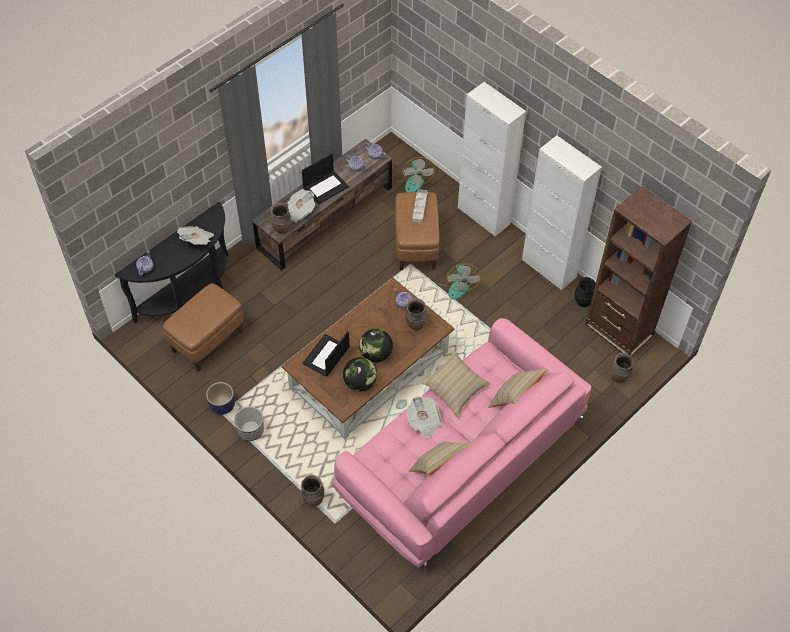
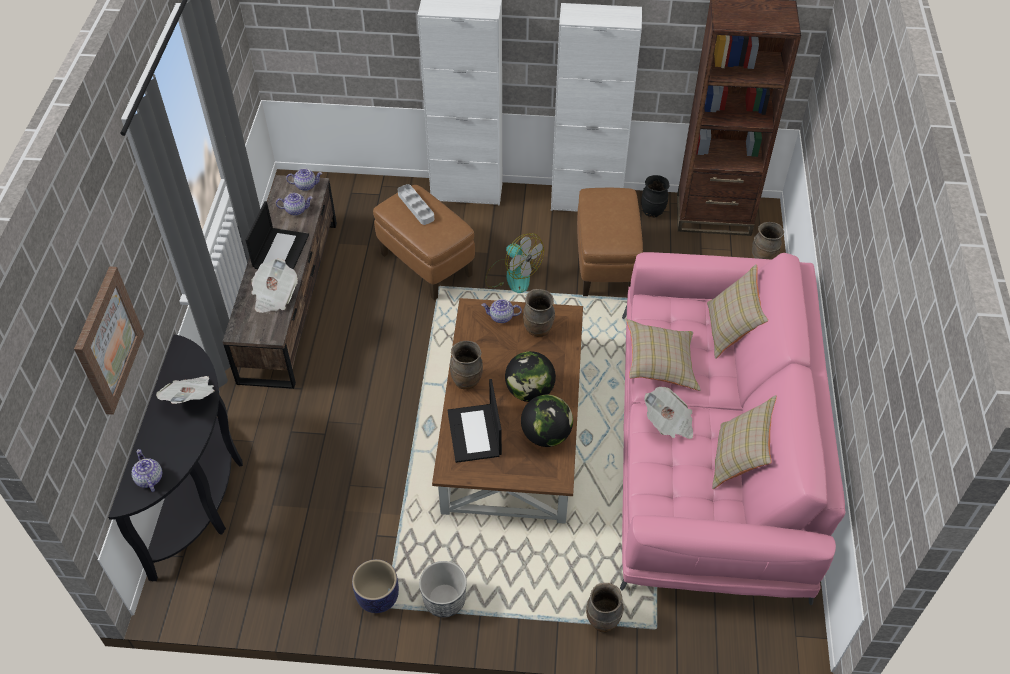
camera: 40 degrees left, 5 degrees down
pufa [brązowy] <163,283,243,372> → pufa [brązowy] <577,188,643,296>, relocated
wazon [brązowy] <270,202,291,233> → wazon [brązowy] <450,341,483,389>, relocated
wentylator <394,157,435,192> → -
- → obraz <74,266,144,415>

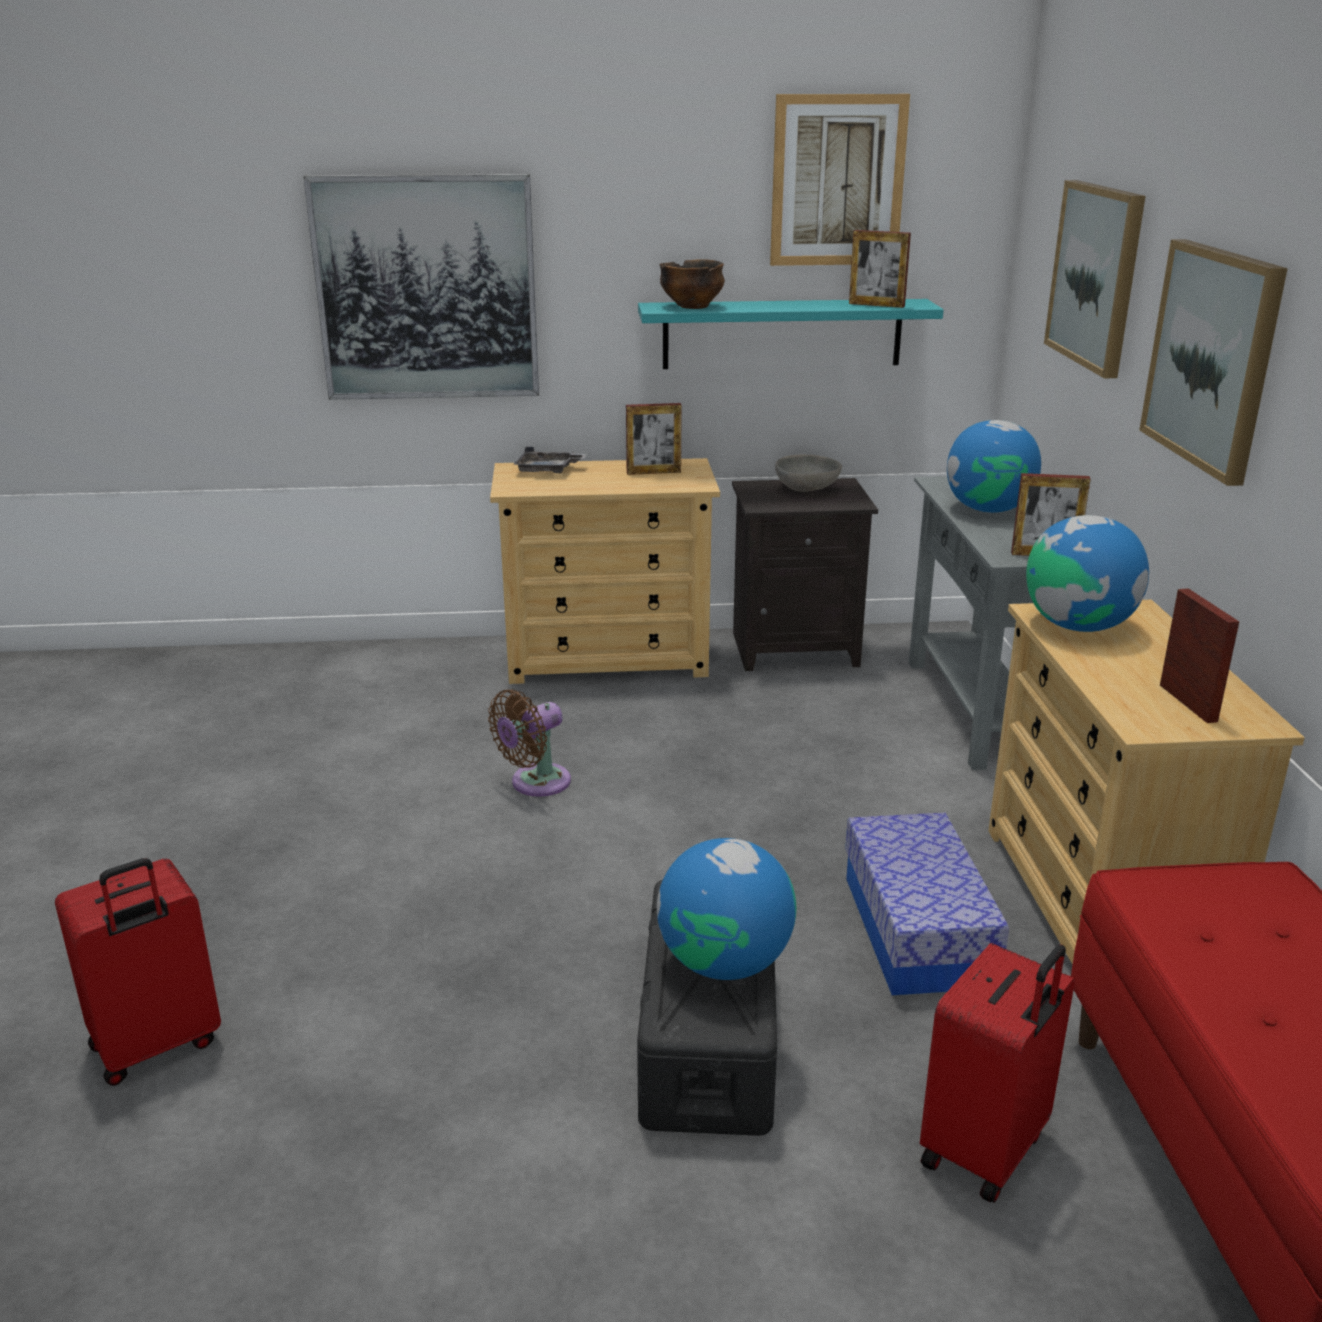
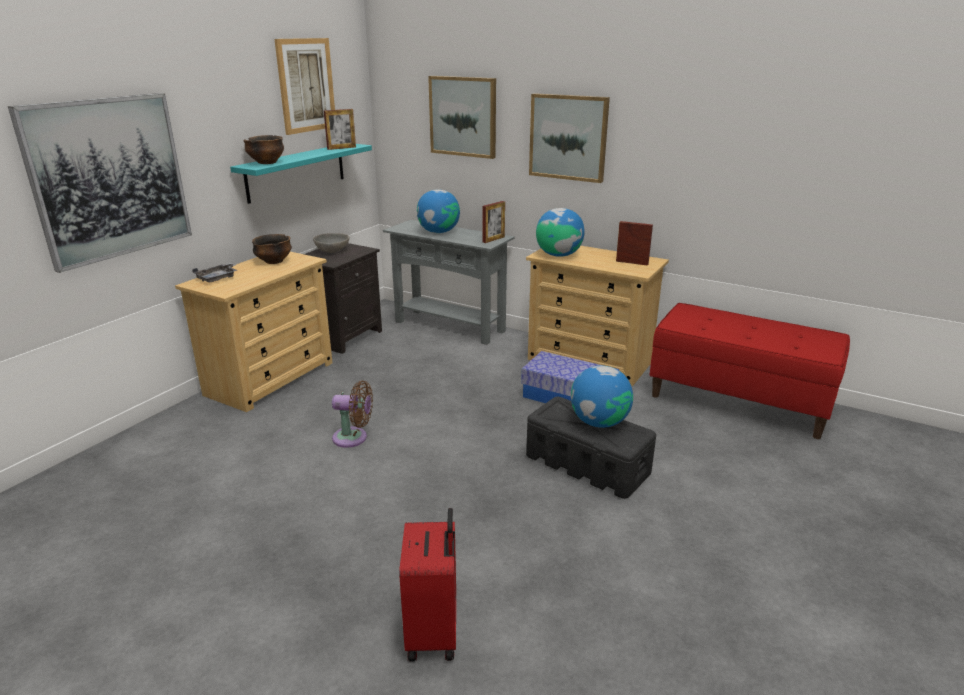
camera: 55 degrees left, 0 degrees up
wentylator [brązowy] <488,689,571,797> → wentylator [brązowy] <332,381,373,447>, 75 degrees counterclockwise
ramka na zdjęcie <626,403,682,475> → miska <252,234,292,264>
walizka [czerwony] <920,943,1075,1203> → -

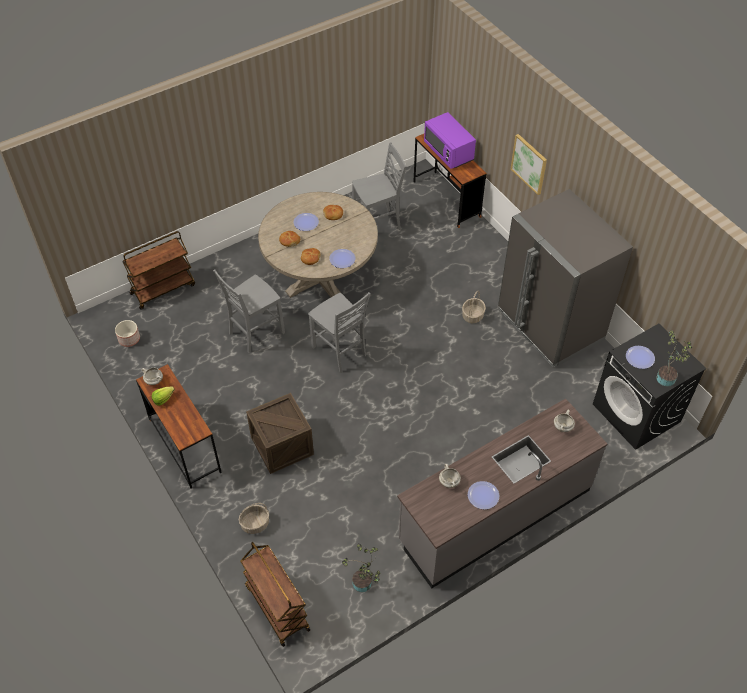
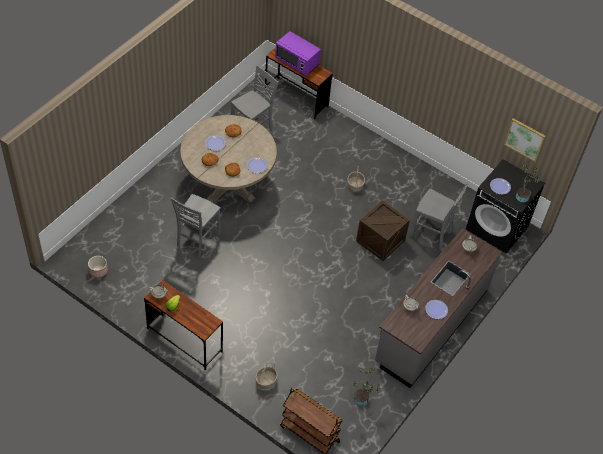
camera: 25 degrees left, 0 degrees up
wózek [brązowy] <122,231,195,310> → -
skrzynka <246,393,314,474> → skrzynka <356,200,410,261>, relocated
krzesło [szary] <308,292,370,373> → krzesło [szary] <410,183,469,249>, relocated
lodówka [szary] <498,189,633,367> → -
obraz <511,134,547,195> → obraz <504,118,546,162>, relocated

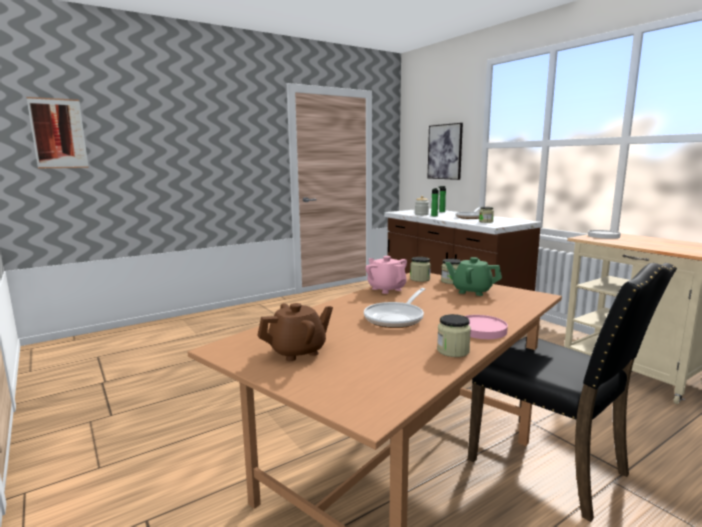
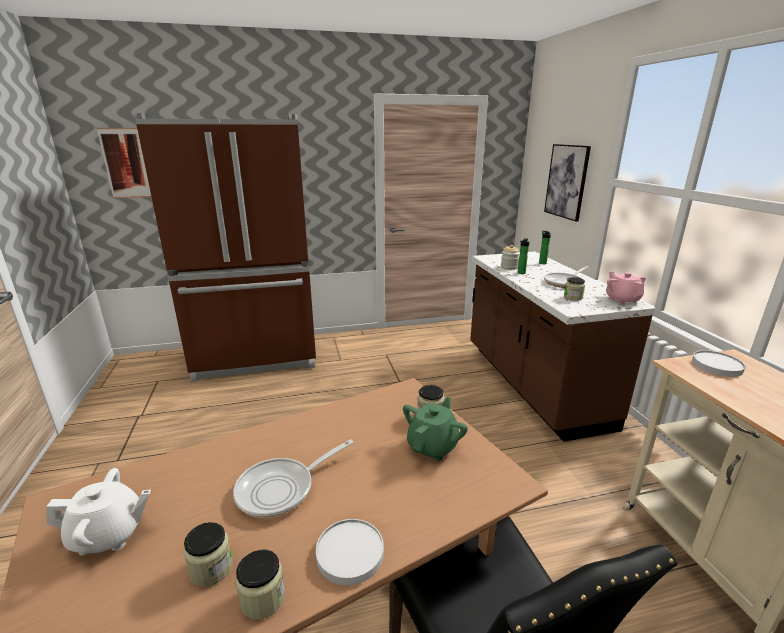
camera: 20 degrees right, 10 degrees up
imbryk [brązowy] <257,303,333,361> → imbryk [biały] <46,468,151,555>
imbryk [różowy] <366,256,407,294> → imbryk [różowy] <606,272,646,305>, relocated
słoik <410,257,431,282> → słoik <184,522,233,587>, relocated
imbryk [zielony] <445,257,502,296> → imbryk [zielony] <403,397,468,461>, 75 degrees clockwise
talerz [różowy] <465,315,508,339> → talerz [biały] <316,519,384,585>
- → lodówka [brązowy] <135,113,316,383>

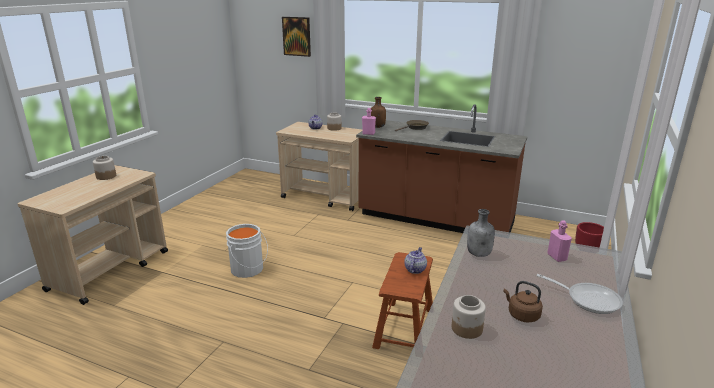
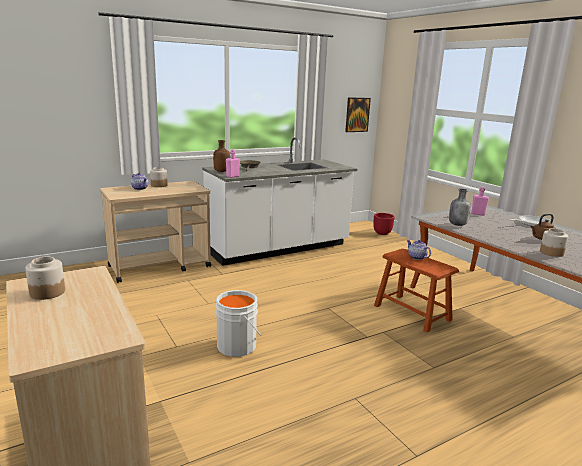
camera: 55 degrees left, 5 degrees down
obraz <282,17,311,57> → obraz <345,98,371,132>, relocated
zabudowa kuchenna [brązowy] <356,104,527,233> → zabudowa kuchenna [biały] <202,137,357,266>

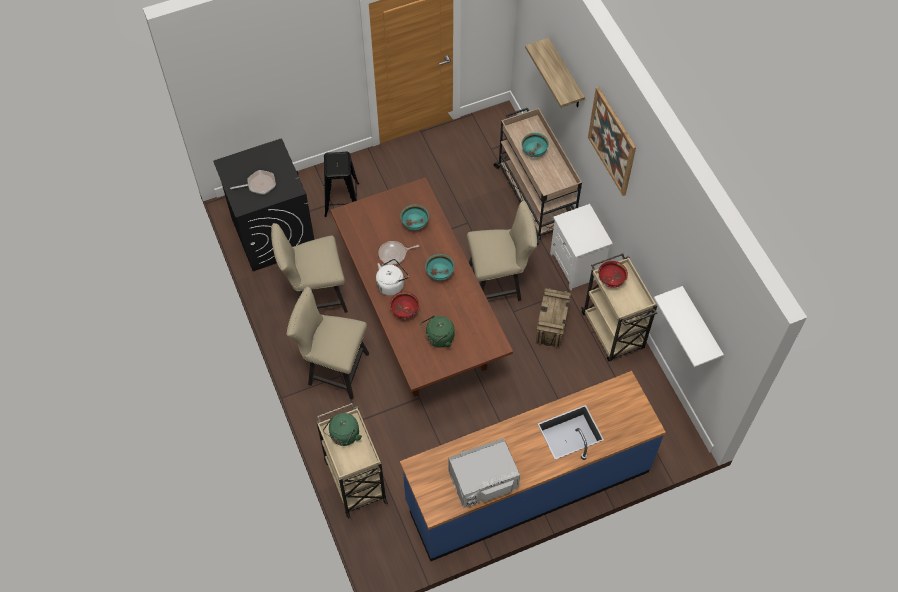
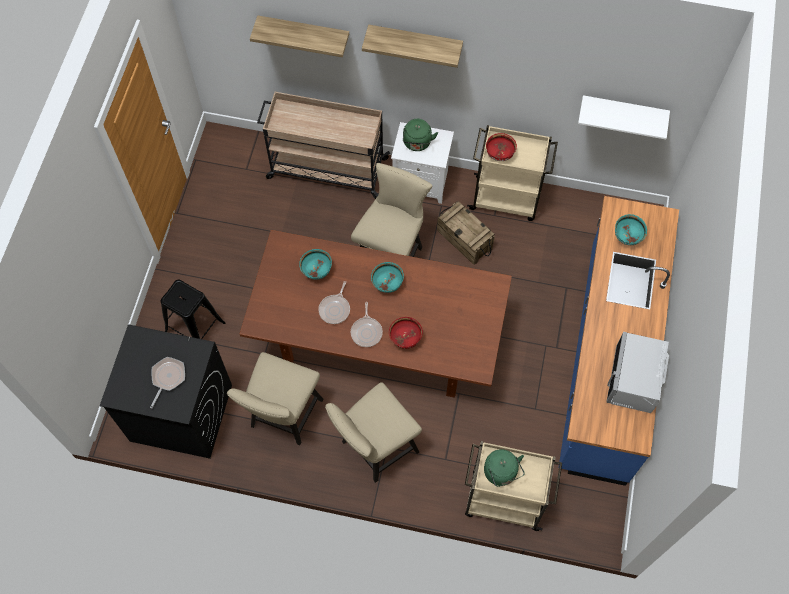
camera: 55 degrees left, 5 degrees up
czajnik [biały] <376,259,409,296> → patelnia <351,302,383,347>
czajnik [zielony] <421,315,454,348> → czajnik [zielony] <403,119,438,151>, relocated
miska [turkusowy] <521,133,549,157> → miska [turkusowy] <615,214,647,245>, relocated
obraz <588,87,636,196> → półka <362,25,463,68>

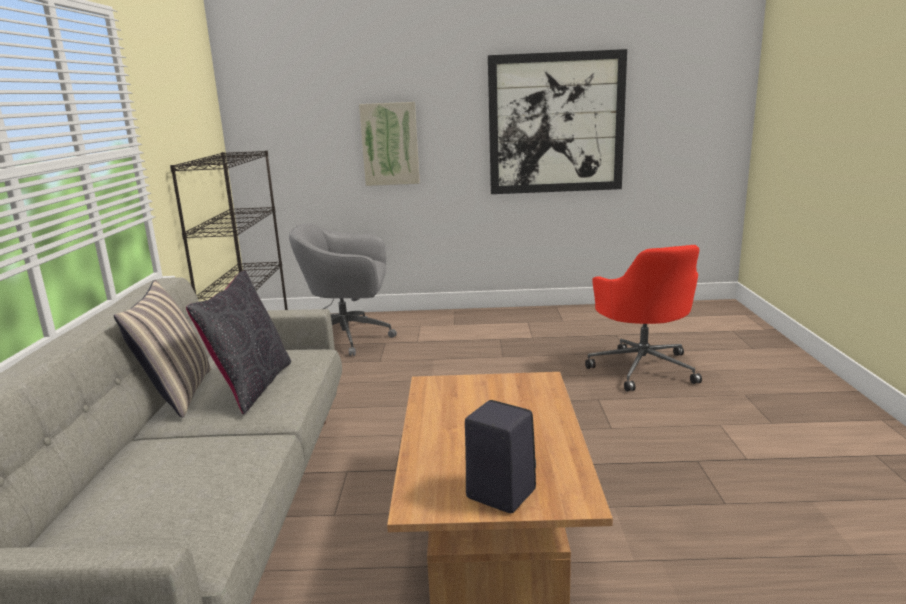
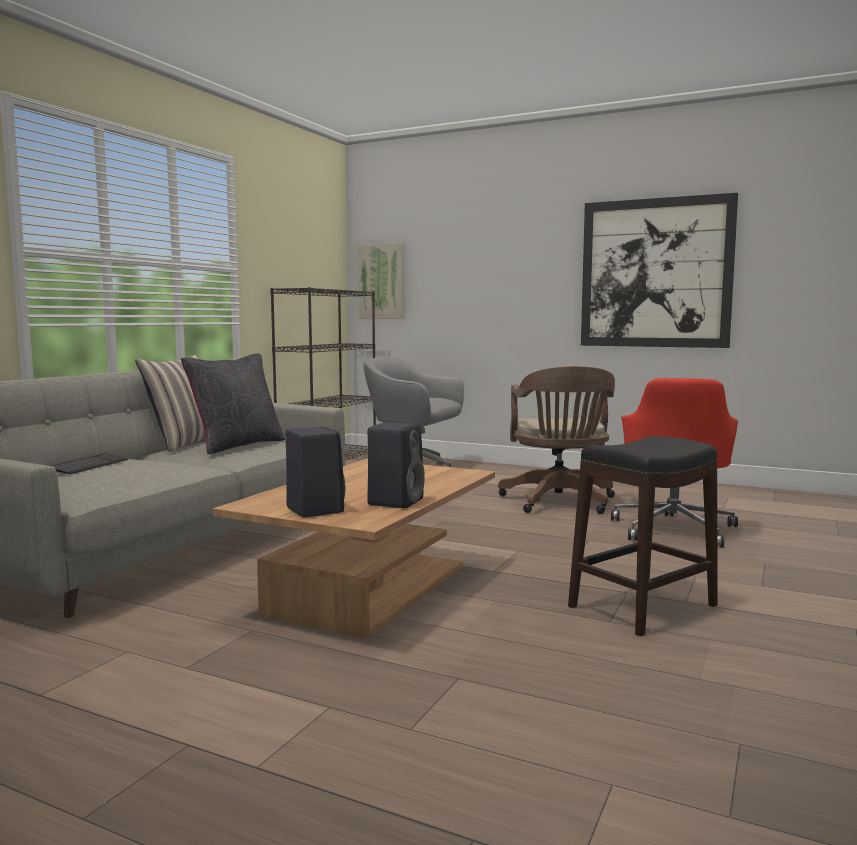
camera: 25 degrees right, 10 degrees down
obraz <359,102,420,186> → obraz <358,243,405,319>, relocated
- → klawiatura <52,453,128,474>
- → głośnik [czarny] <367,422,425,508>
- → krzesło biurowe [brązowy] <498,366,615,514>
- → stołek [czarny] <568,436,718,636>

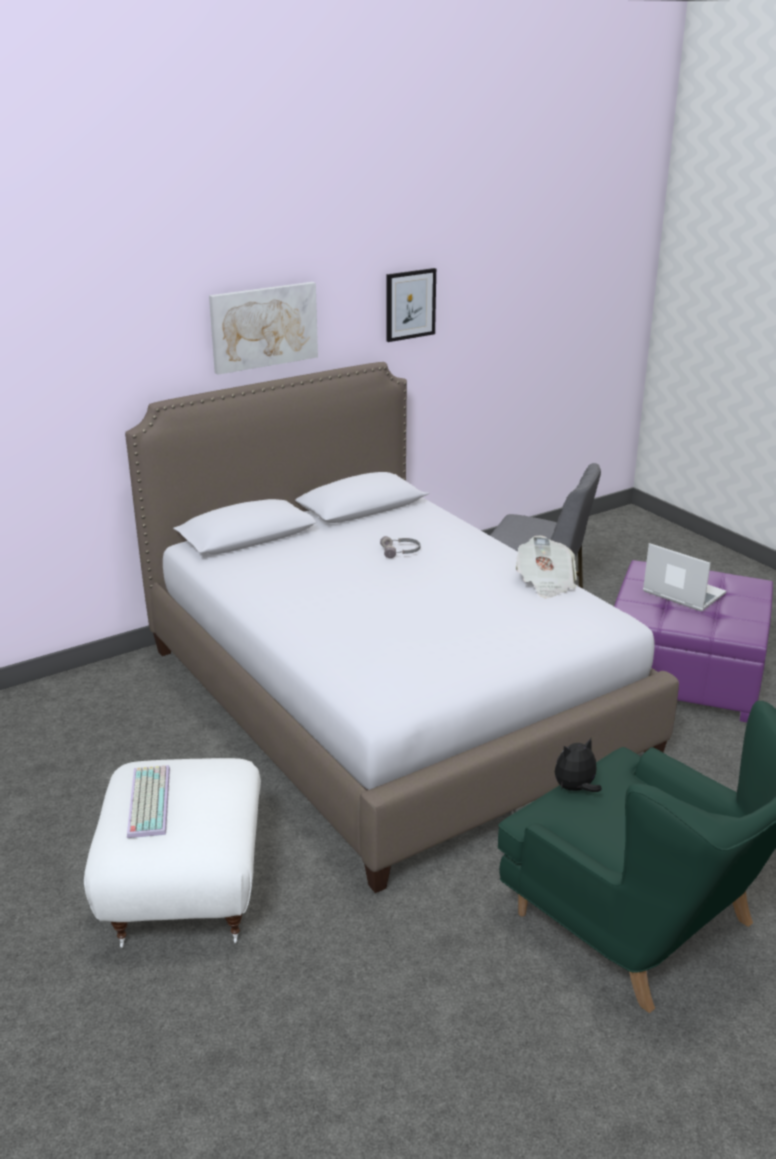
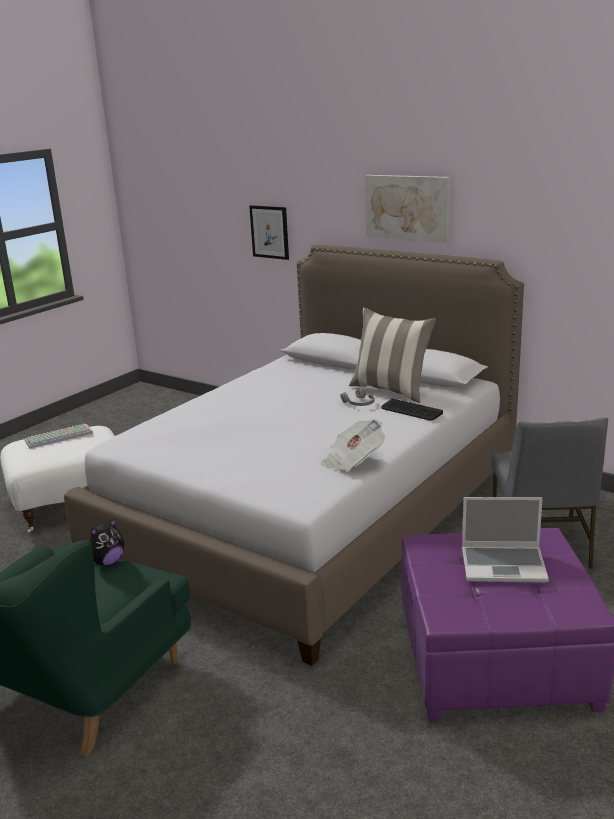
camera: 70 degrees right, 5 degrees down
obraz <387,268,436,342> → obraz <249,205,289,260>, relocated
pluszak <555,738,602,792> → pluszak <89,518,124,566>, 90 degrees clockwise
laptop <643,543,726,611> → laptop <462,497,549,583>, 75 degrees clockwise
- → poduszka <349,308,436,403>
- → klawiatura <381,399,443,420>

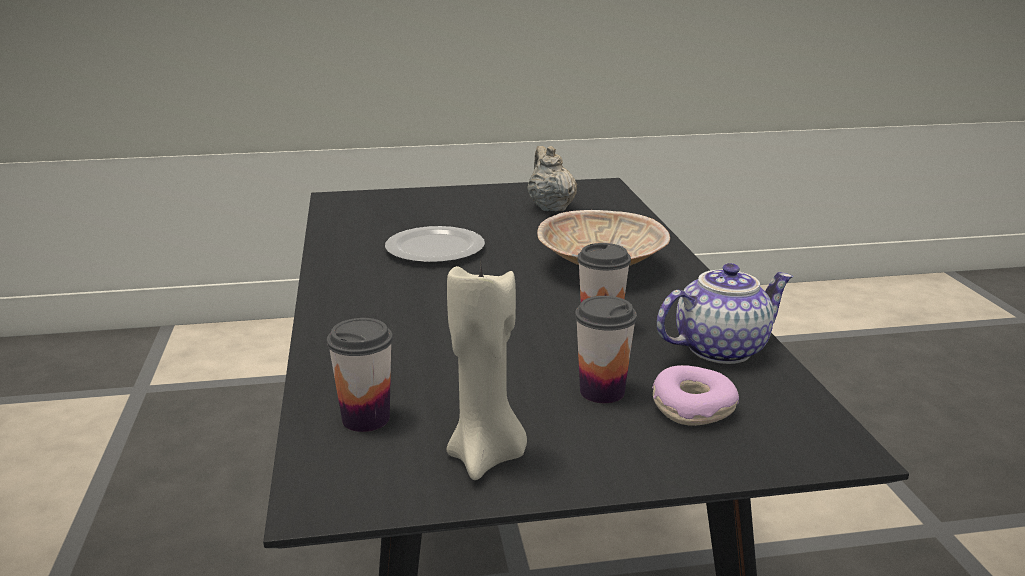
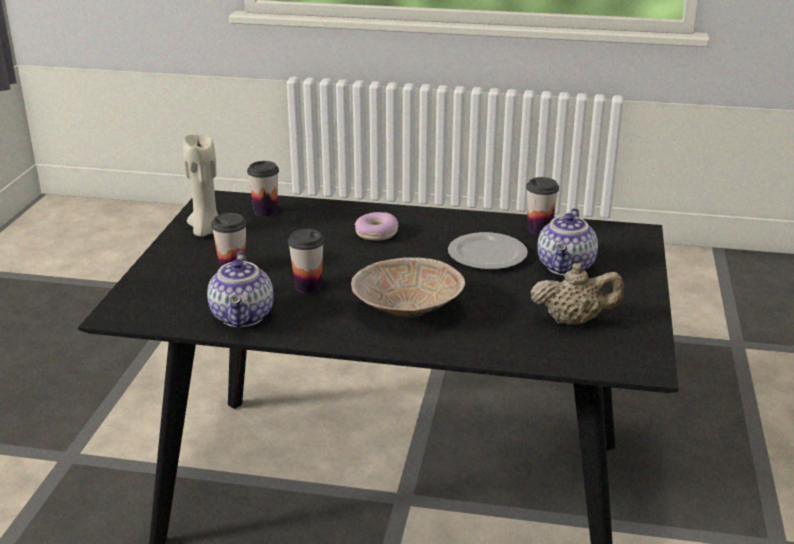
camera: 110 degrees right, 5 degrees up
donut <652,365,739,426> → donut <354,212,399,241>, relocated
- → filiżanka <526,177,559,235>
- → imbryk <537,208,598,275>

